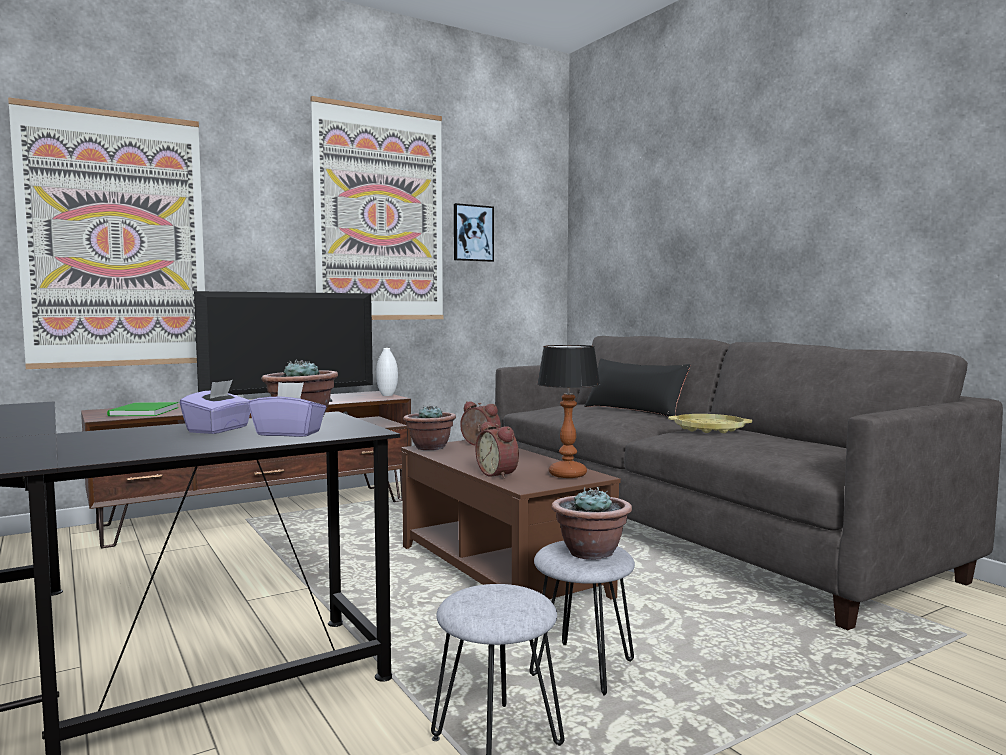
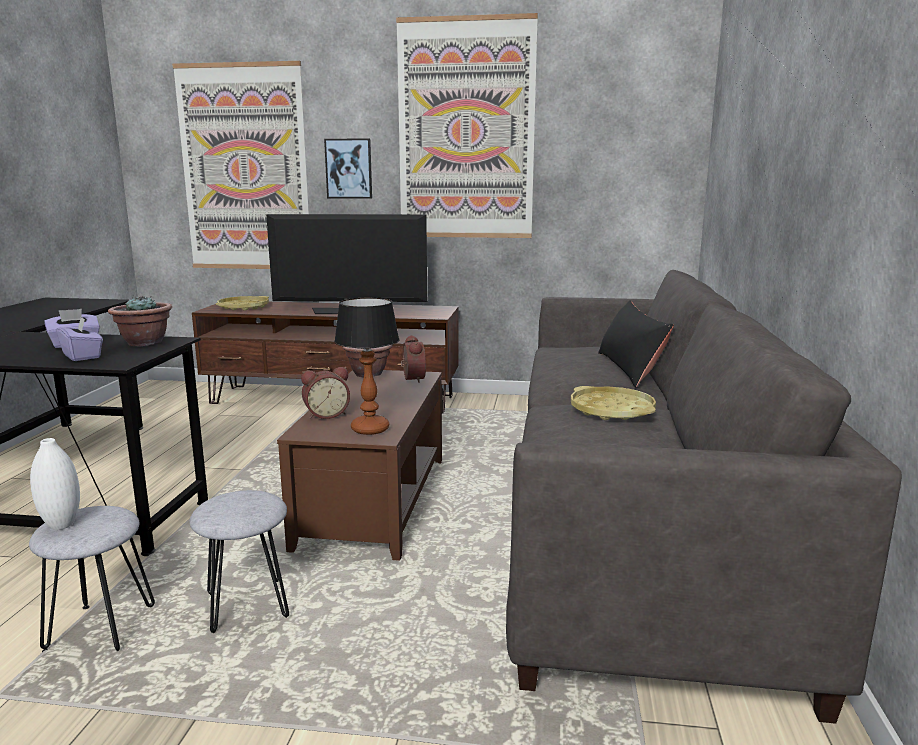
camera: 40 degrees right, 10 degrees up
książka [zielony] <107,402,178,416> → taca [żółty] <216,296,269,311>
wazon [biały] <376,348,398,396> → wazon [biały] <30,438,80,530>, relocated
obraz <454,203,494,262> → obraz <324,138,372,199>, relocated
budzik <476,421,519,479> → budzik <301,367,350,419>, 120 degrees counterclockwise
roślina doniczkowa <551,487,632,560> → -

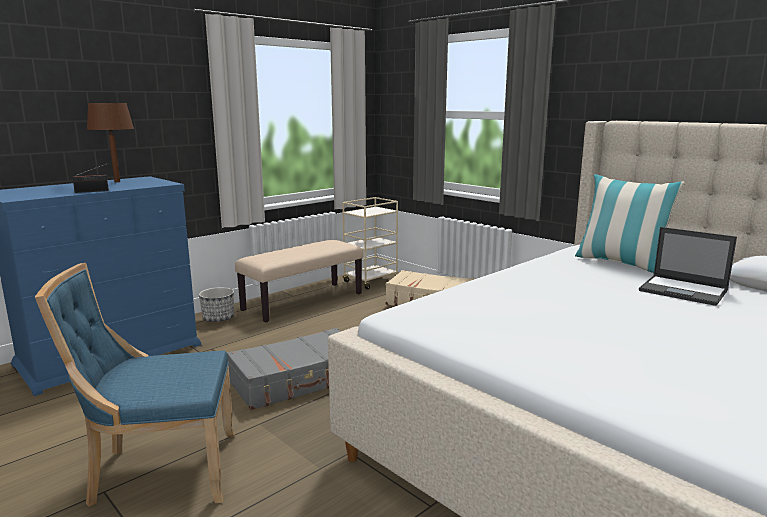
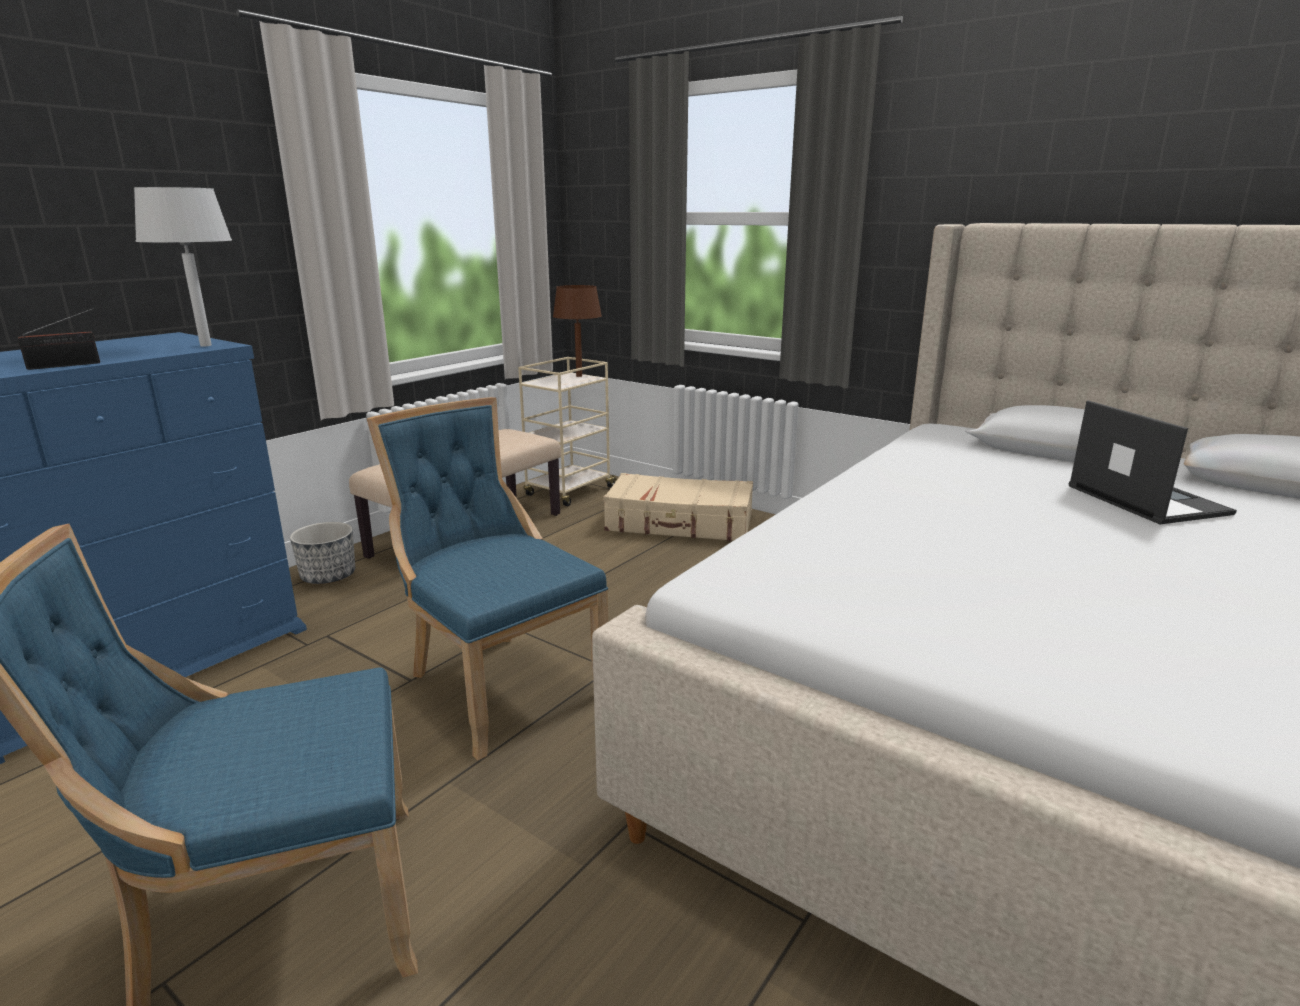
camera: 10 degrees left, 5 degrees up
lampa stołowa [brązowy] <87,103,134,182> → lampa stołowa [brązowy] <553,285,602,377>, relocated
walizka [szary] <227,328,341,410> → krzesło [niebieski] <367,397,608,761>
poduszka <575,174,685,273> → -
laptop <639,227,737,306> → laptop <1069,400,1237,524>, 135 degrees counterclockwise
- → lampa stołowa [szary] <134,187,232,347>

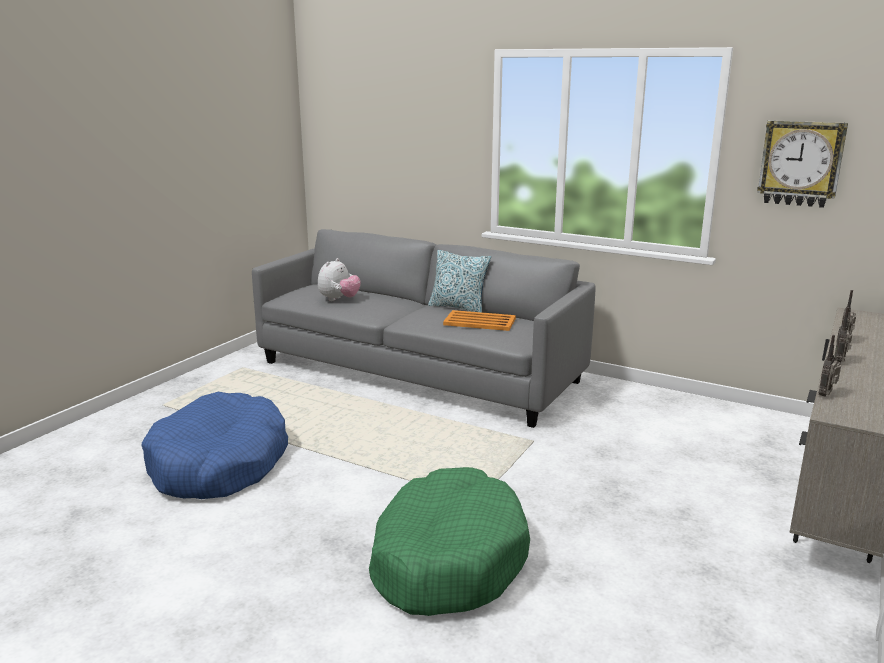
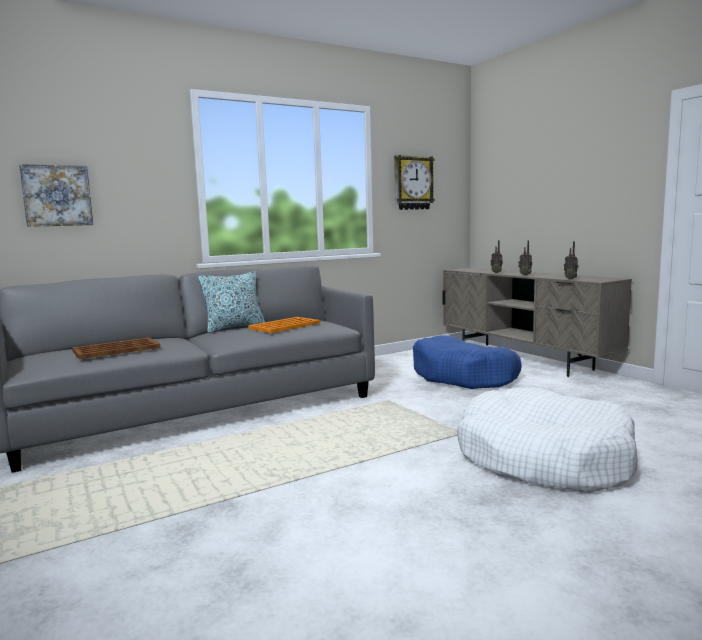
camera: 60 degrees left, 10 degrees down
legowisko [niebieski] <141,392,288,499> → legowisko [niebieski] <413,335,522,389>, relocated
pluszak <318,258,361,301> → taca [brązowy] <72,337,160,359>
legowisko [zielony] <369,467,530,616> → legowisko [biały] <457,387,638,493>
- → obraz <19,164,93,227>

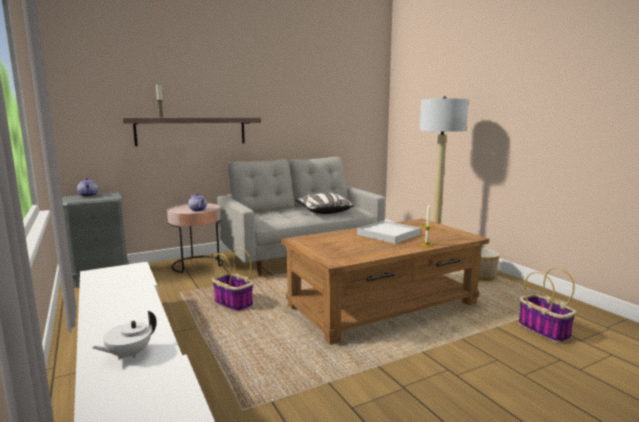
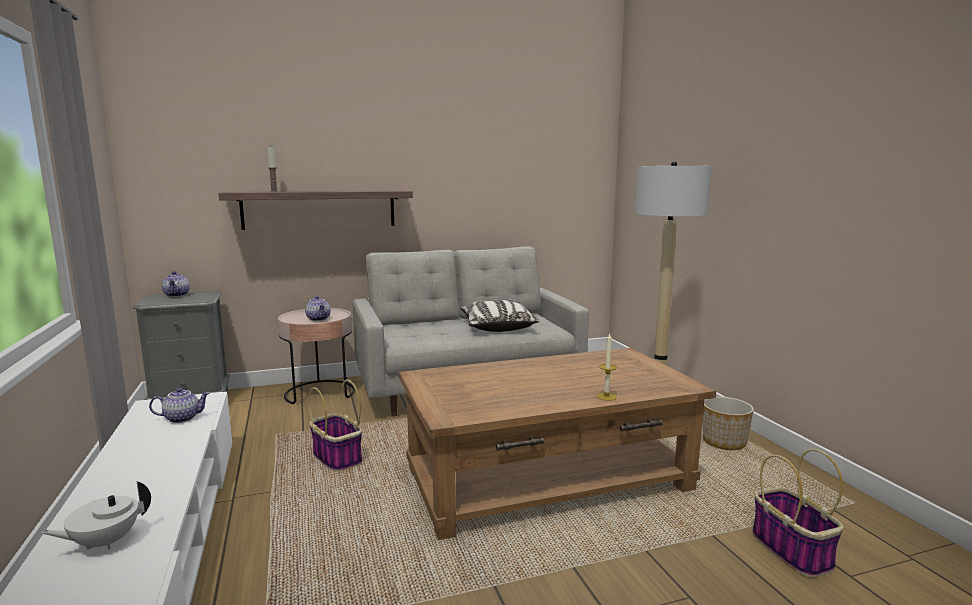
camera: 10 degrees right, 0 degrees up
taca [biały] <357,220,421,244> → -
- → imbryk <149,388,210,423>

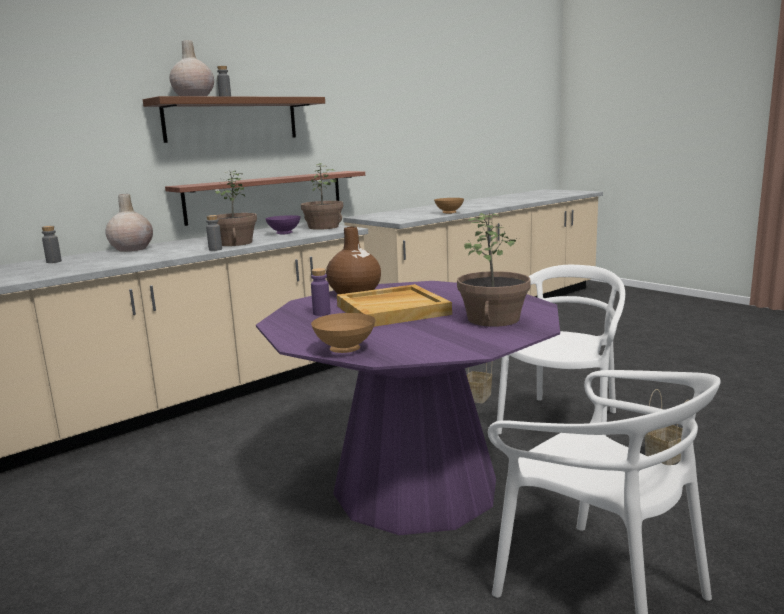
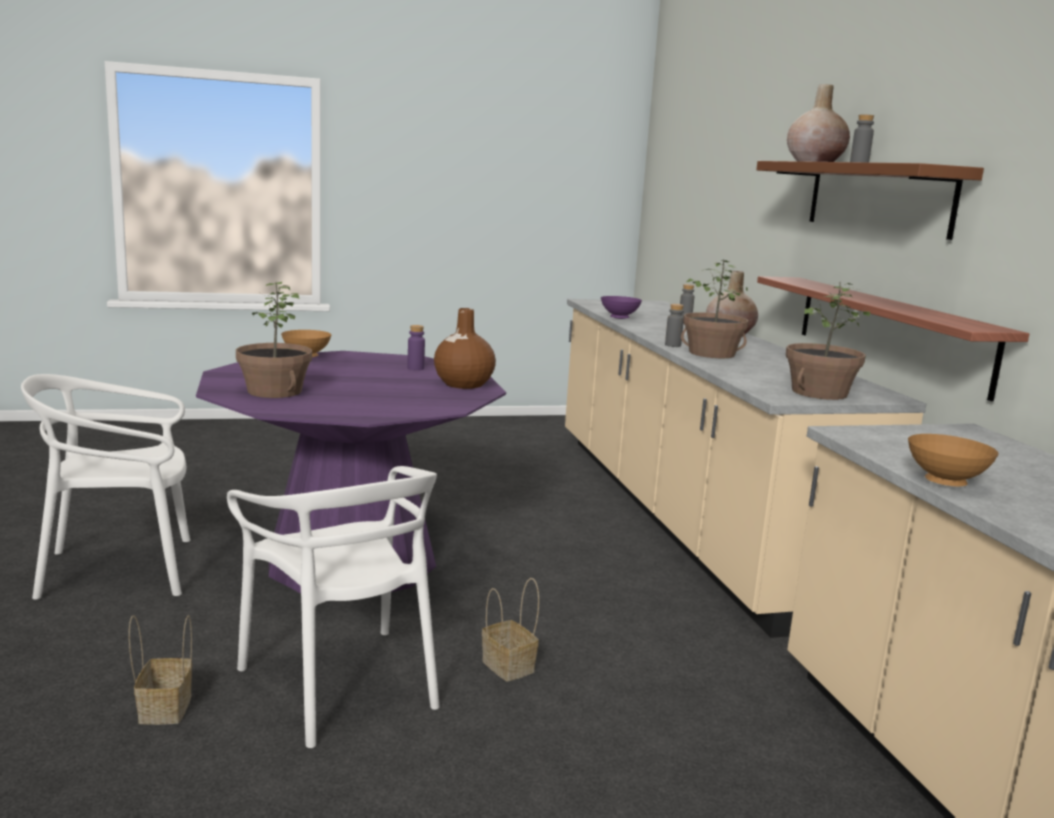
camera: 115 degrees right, 0 degrees up
miska [fioletowy] <266,215,301,235> → miska [fioletowy] <601,296,642,319>, relocated
taca [beżowy] <337,284,452,327> → -

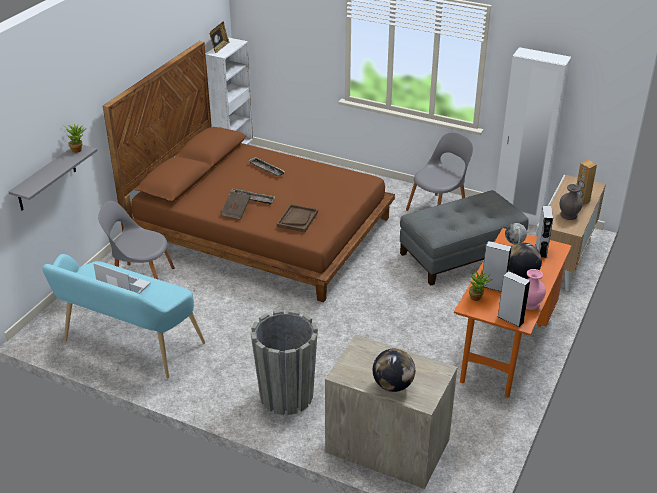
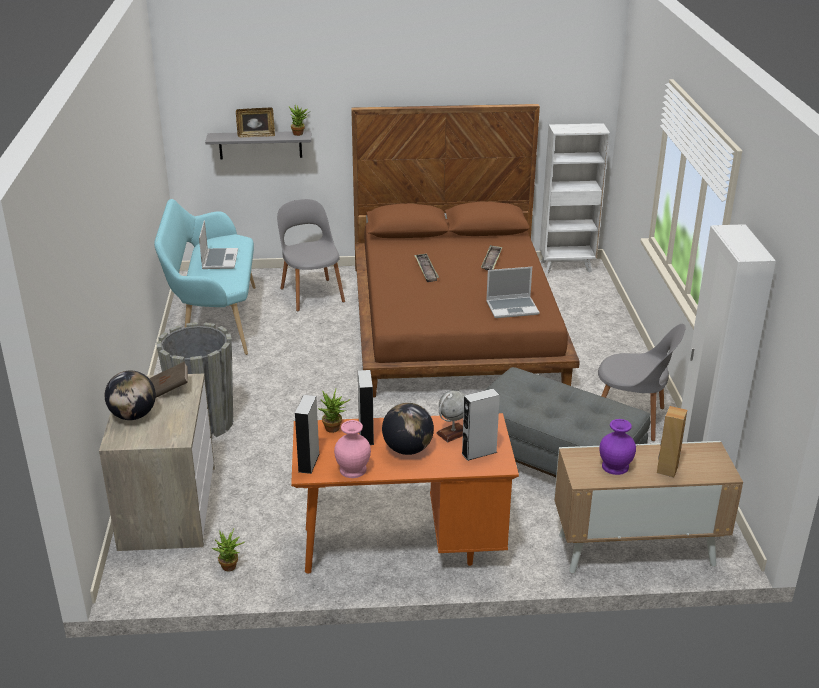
camera: 60 degrees right, 5 degrees down
ramka na zdjęcie <209,21,230,53> → ramka na zdjęcie <236,107,275,137>, relocated
książka [brązowy] <221,192,250,219> → książka [brązowy] <149,361,188,398>, relocated
taca [brązowy] <277,204,318,232> → -
wazon [szary] <560,184,583,220> → wazon [fioletowy] <599,419,636,475>
- → roślina doniczkowa <212,529,244,572>
- → laptop <486,267,539,318>

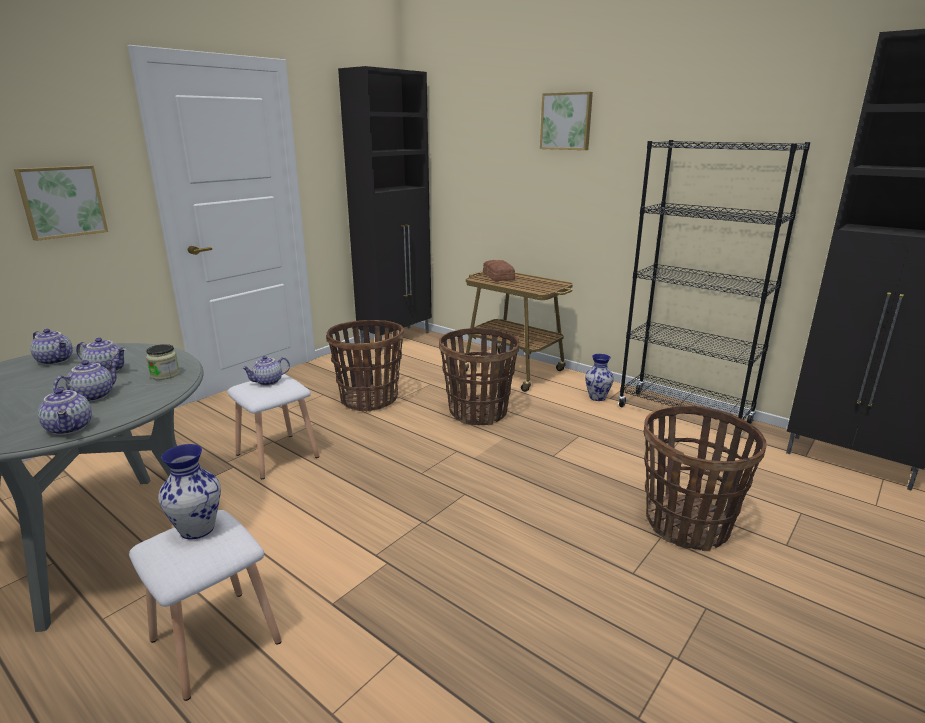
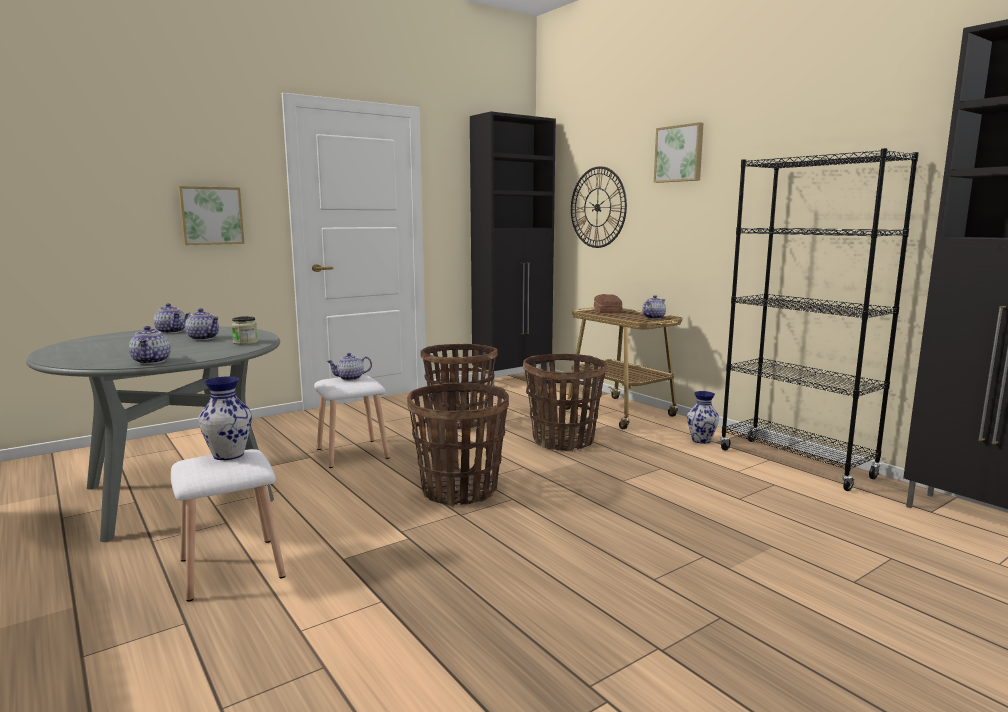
camera: 15 degrees right, 10 degrees down
imbryk <53,359,119,402> → imbryk <642,295,666,319>, relocated
koszyk <644,406,767,551> → koszyk <407,383,509,507>, relocated
- → zegar ścienny <571,166,627,248>

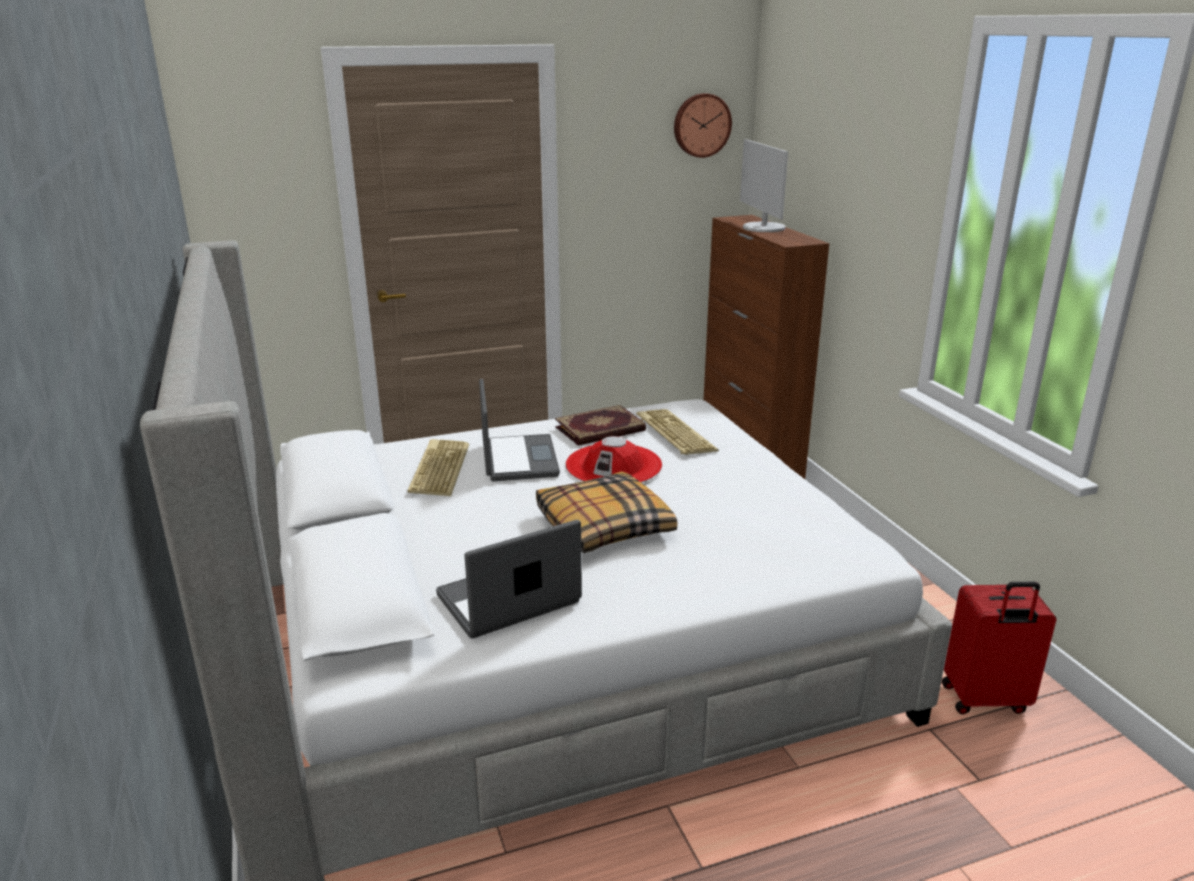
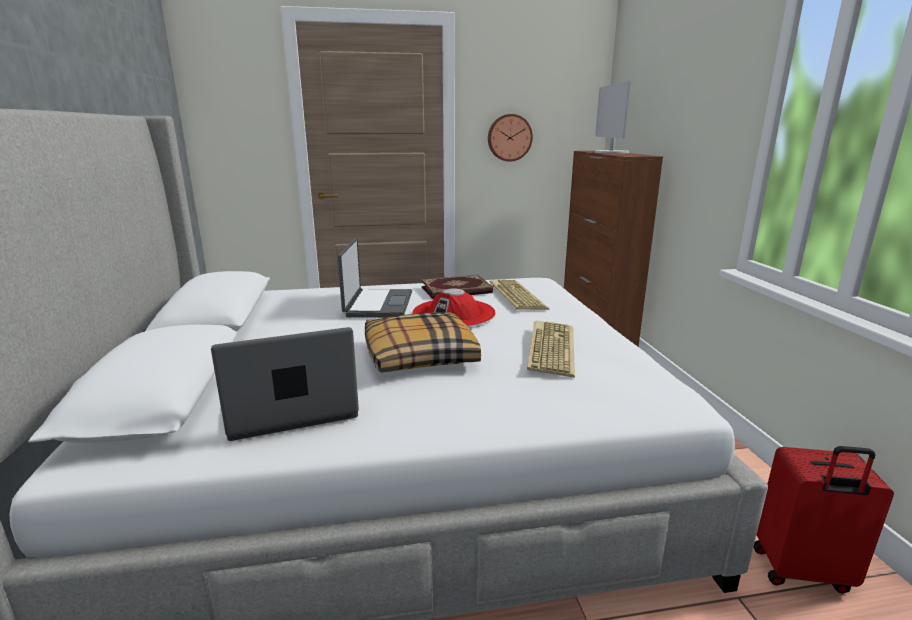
camera: 10 degrees right, 5 degrees down
klawiatura <408,439,469,496> → klawiatura <527,321,575,378>, relocated
zegar ścienny <674,93,732,158> → zegar ścienny <488,114,533,162>, relocated

